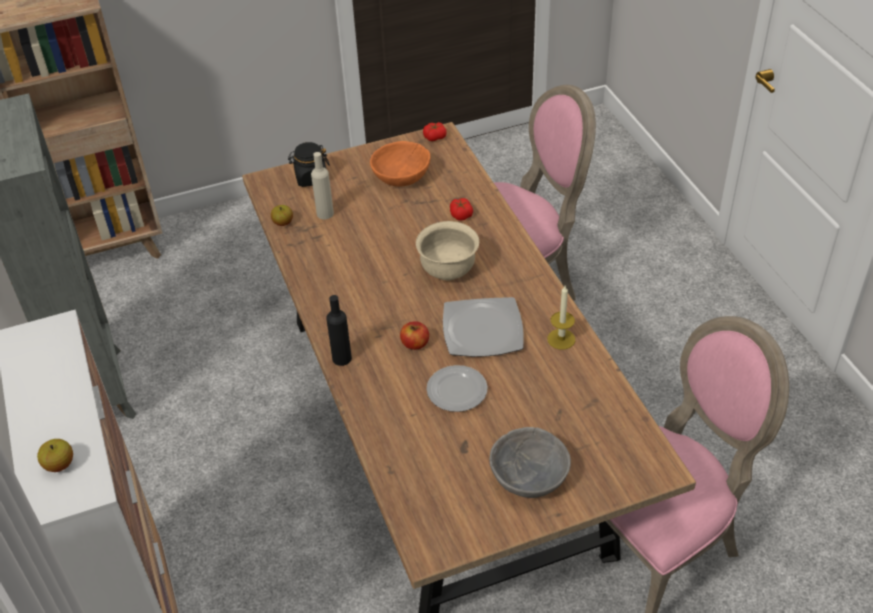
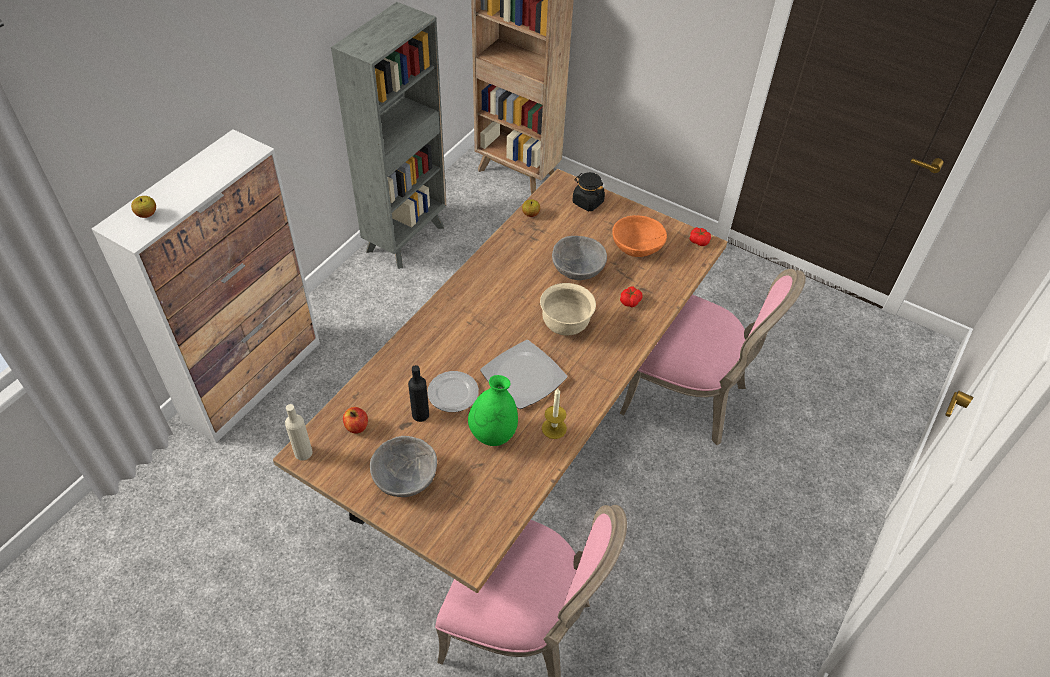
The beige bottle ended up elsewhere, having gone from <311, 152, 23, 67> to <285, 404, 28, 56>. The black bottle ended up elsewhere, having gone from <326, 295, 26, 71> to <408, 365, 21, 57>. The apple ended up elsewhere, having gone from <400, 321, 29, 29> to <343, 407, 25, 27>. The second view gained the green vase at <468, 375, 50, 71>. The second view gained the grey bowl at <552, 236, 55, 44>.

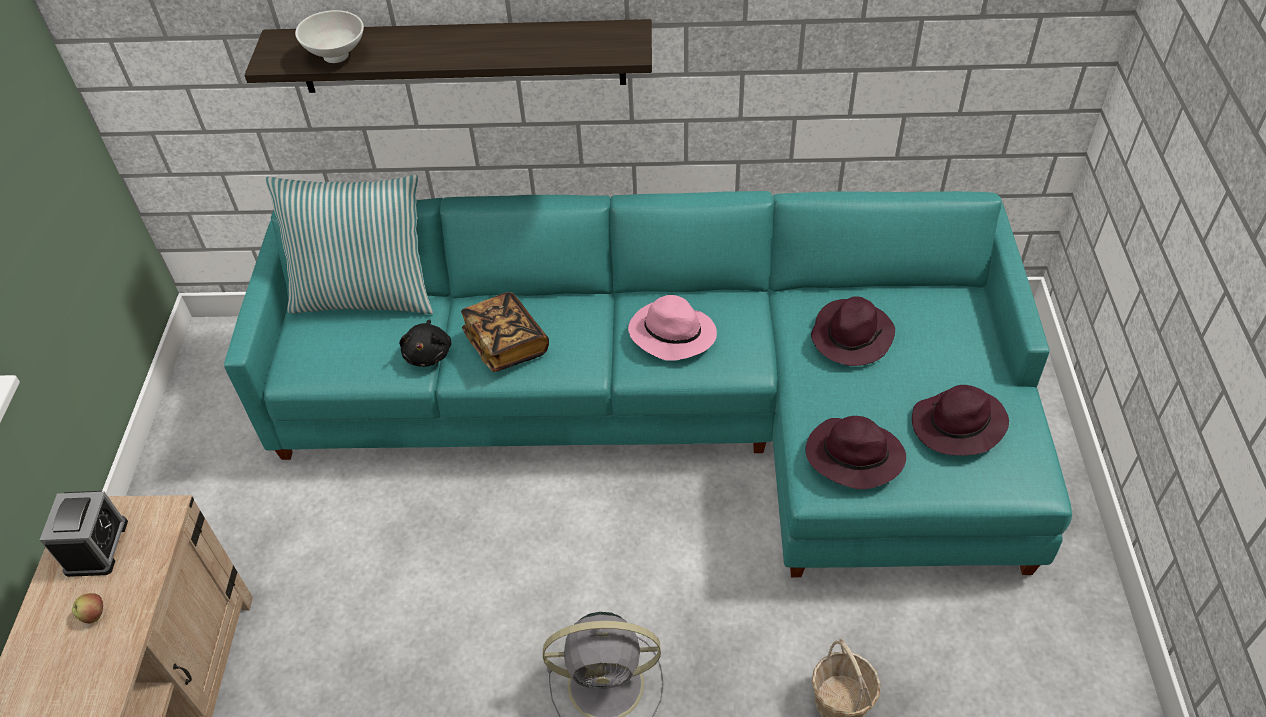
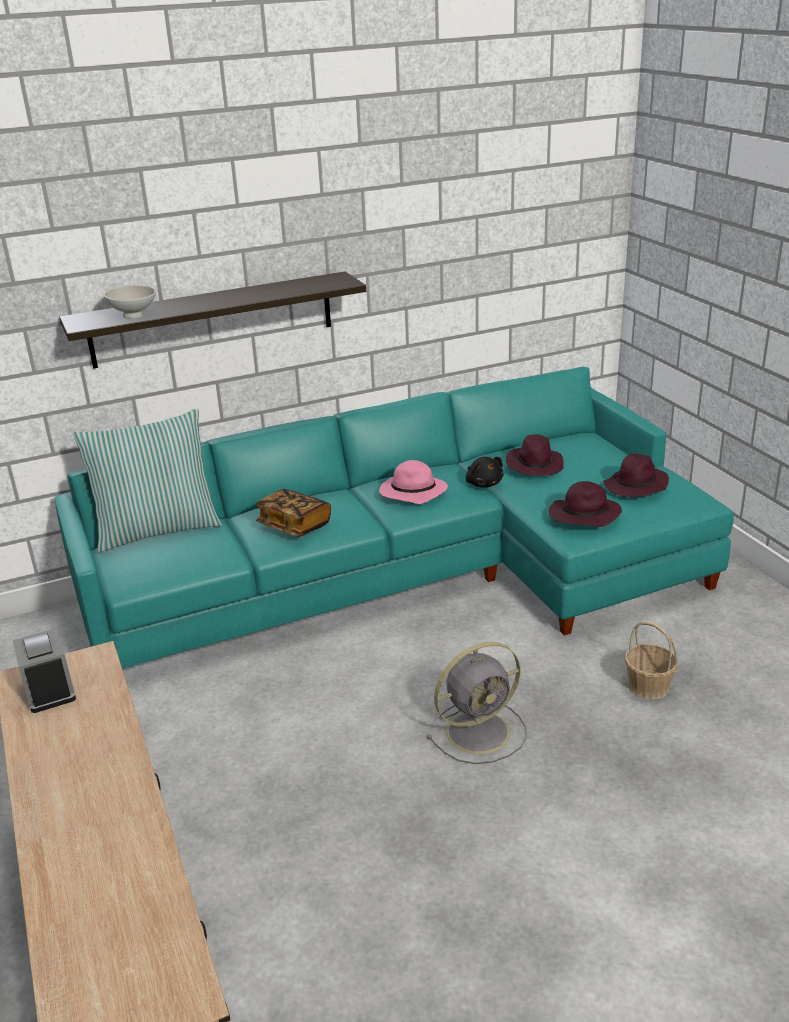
The second view lost the apple at <72, 593, 31, 30>. The black plush toy ended up elsewhere, having gone from <399, 319, 53, 48> to <465, 457, 39, 31>.

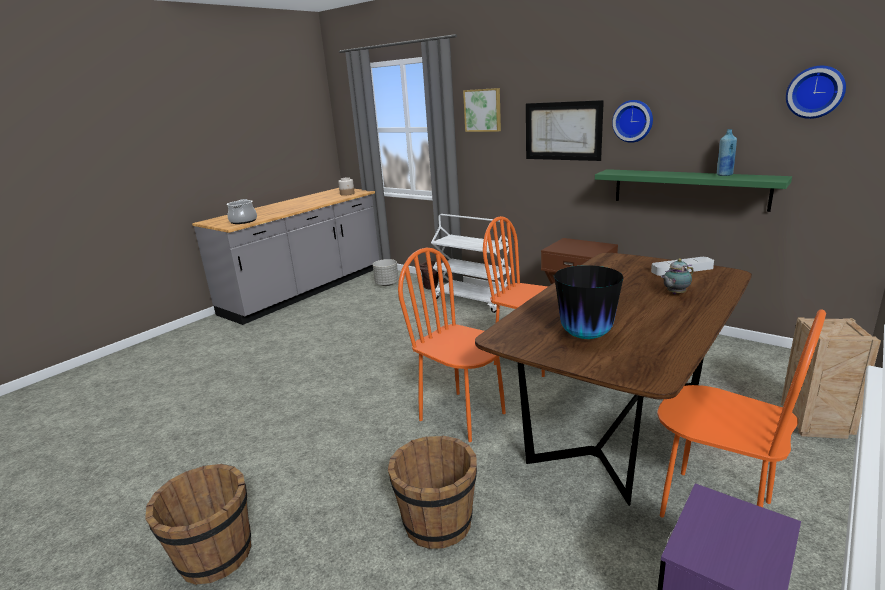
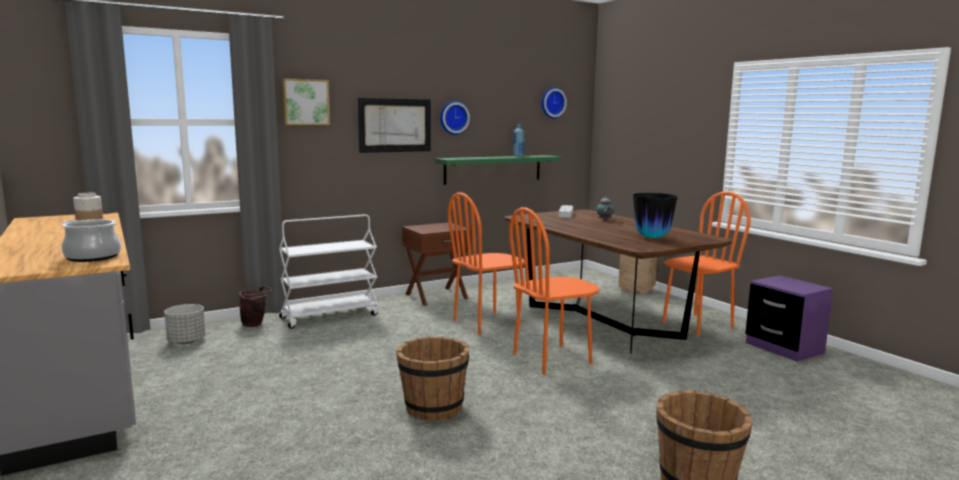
The brown bucket ended up elsewhere, having gone from <388, 436, 89, 113> to <396, 336, 73, 85>.

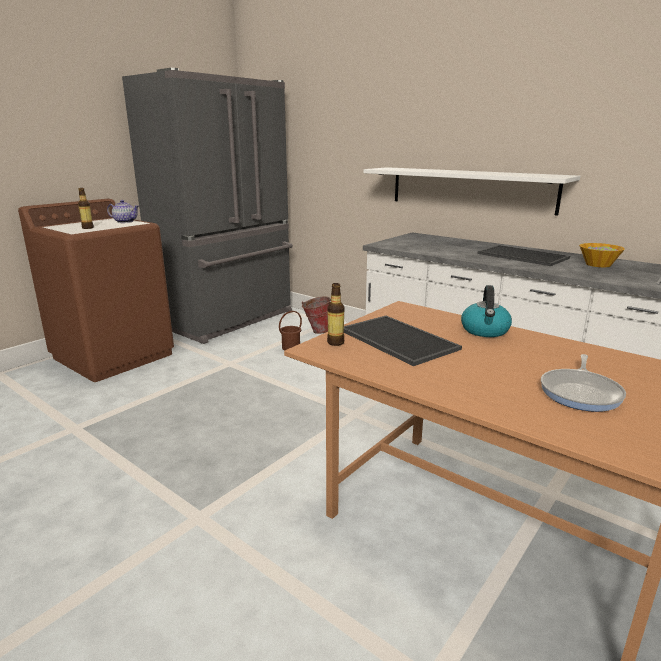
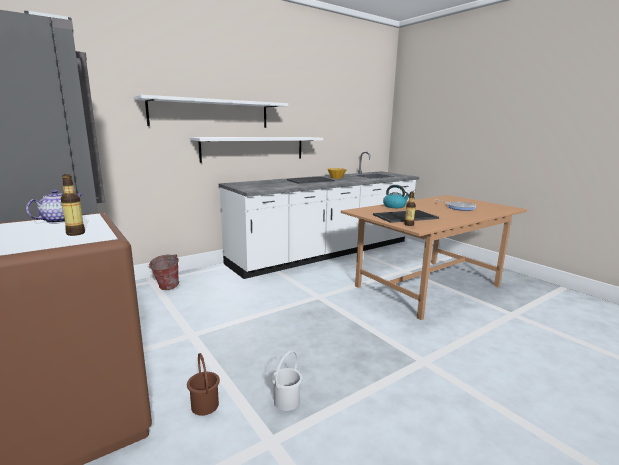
The brown bucket ended up elsewhere, having gone from <279, 311, 23, 39> to <187, 353, 33, 63>. The second view gained the white shelf at <133, 95, 155, 33>. The second view gained the white bucket at <271, 350, 31, 61>.

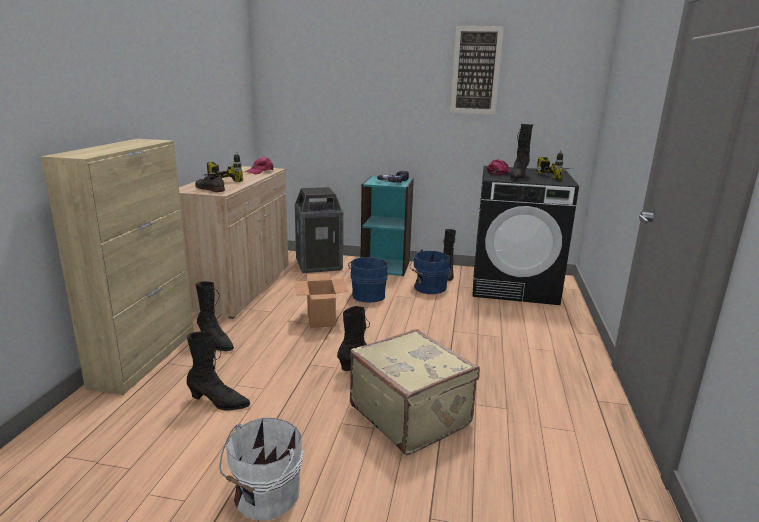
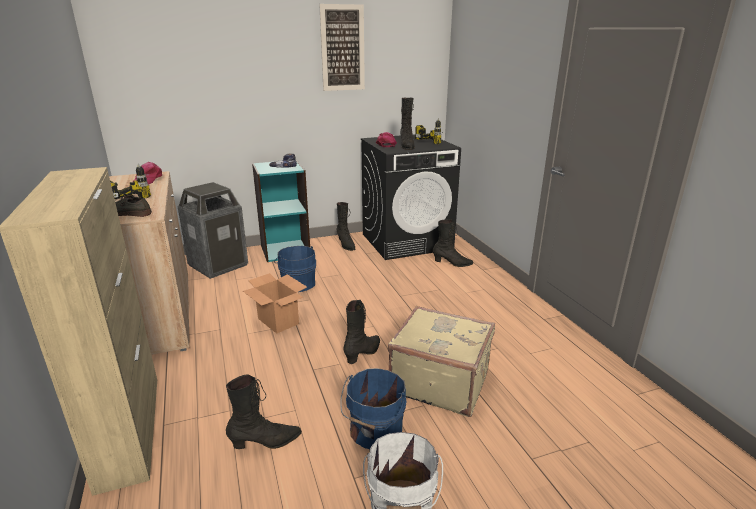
The black boot ended up elsewhere, having gone from <195, 281, 39, 70> to <433, 219, 40, 48>. The blue bucket ended up elsewhere, having gone from <410, 249, 40, 45> to <340, 368, 67, 81>.

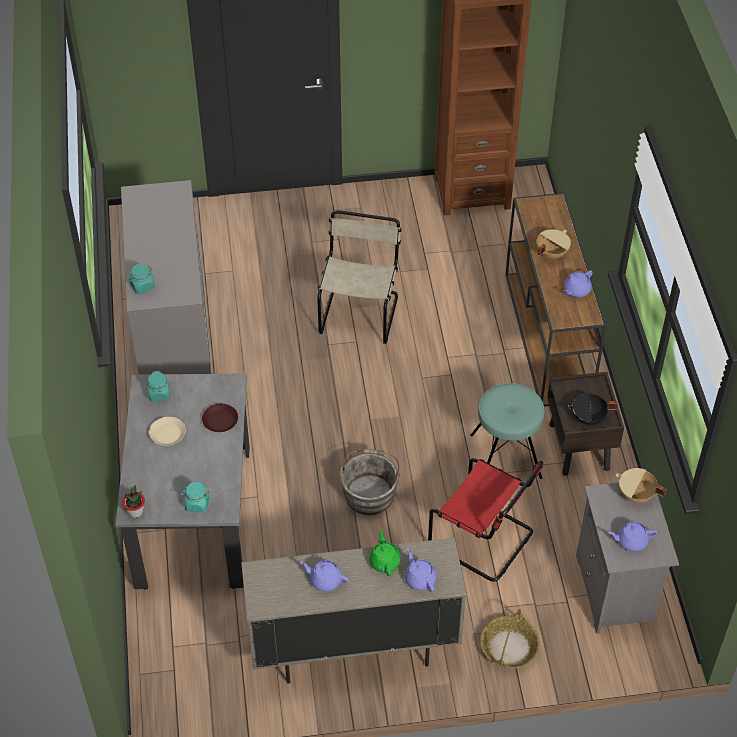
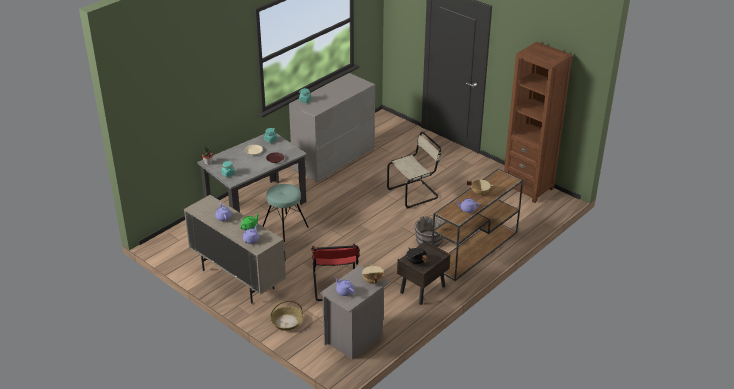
The grey bucket ended up elsewhere, having gone from <340, 449, 60, 66> to <414, 216, 31, 31>. The turquoise stool ended up elsewhere, having gone from <470, 383, 74, 96> to <263, 184, 46, 58>.

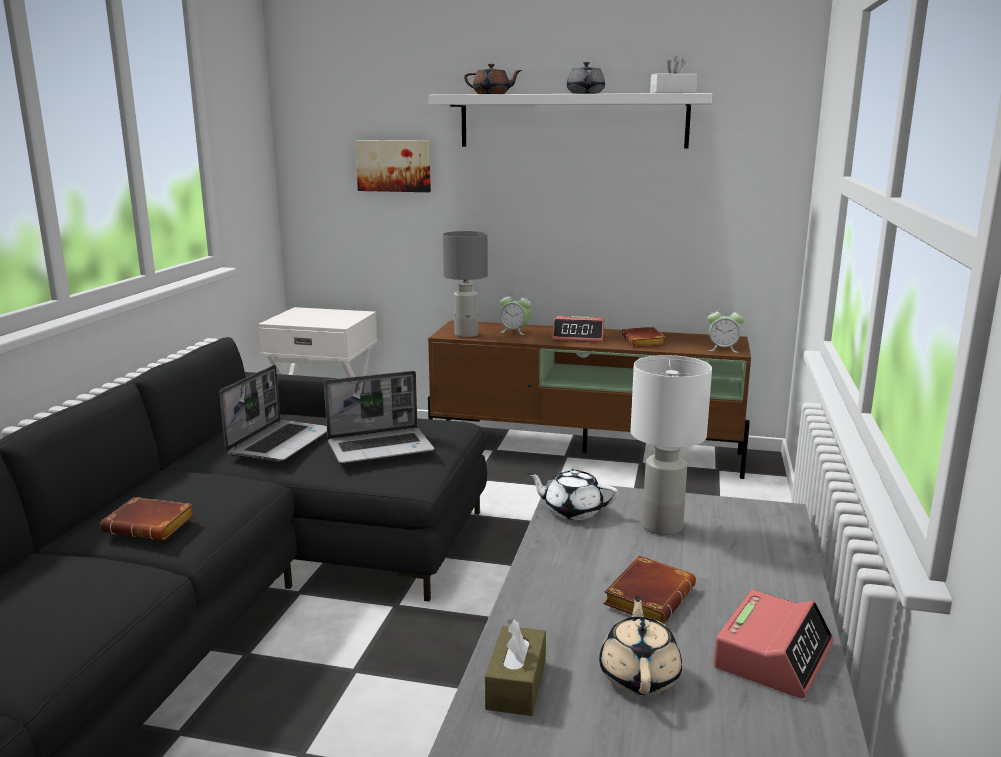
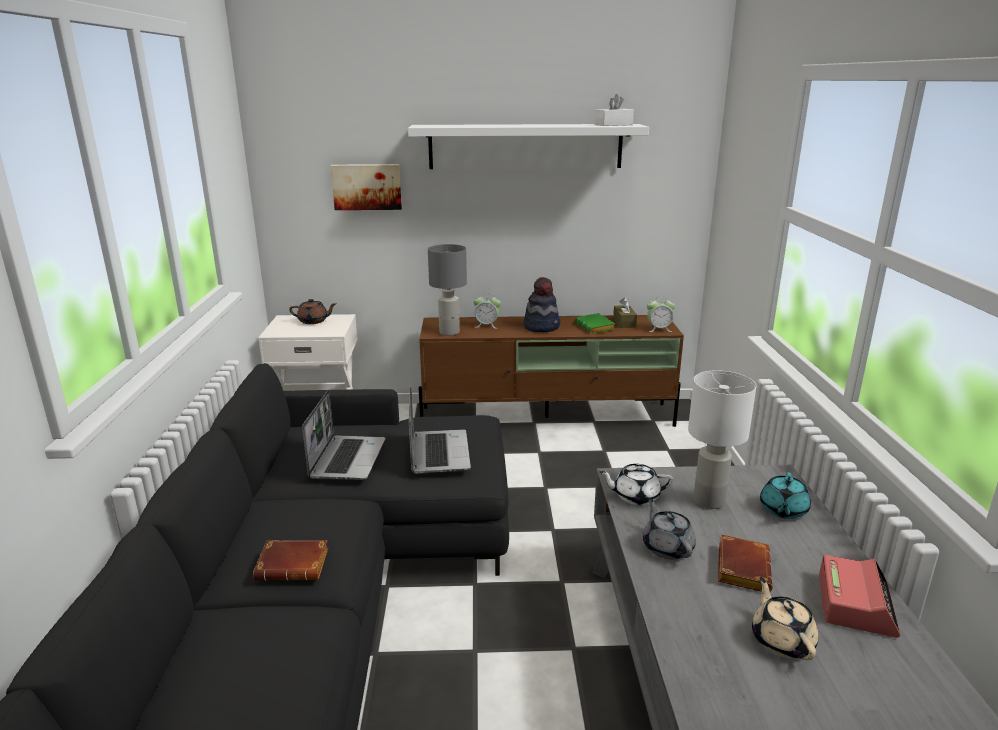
The laptop at <324, 371, 110, 92> ended up facing another way, 60 degrees counterclockwise from before. The brown teapot ended up elsewhere, having gone from <464, 64, 58, 30> to <289, 299, 48, 25>. The brown tissue box ended up elsewhere, having gone from <485, 618, 61, 98> to <613, 297, 24, 31>. Where the alarm clock stood at <552, 316, 52, 26>, the hat came to stand at <523, 277, 37, 55>. The grey teapot ended up elsewhere, having gone from <567, 62, 38, 32> to <643, 498, 53, 61>. What was the brown book at <622, 327, 43, 20> turned into the green book at <575, 313, 40, 21>. The second view gained the turquoise teapot at <760, 472, 51, 47>.

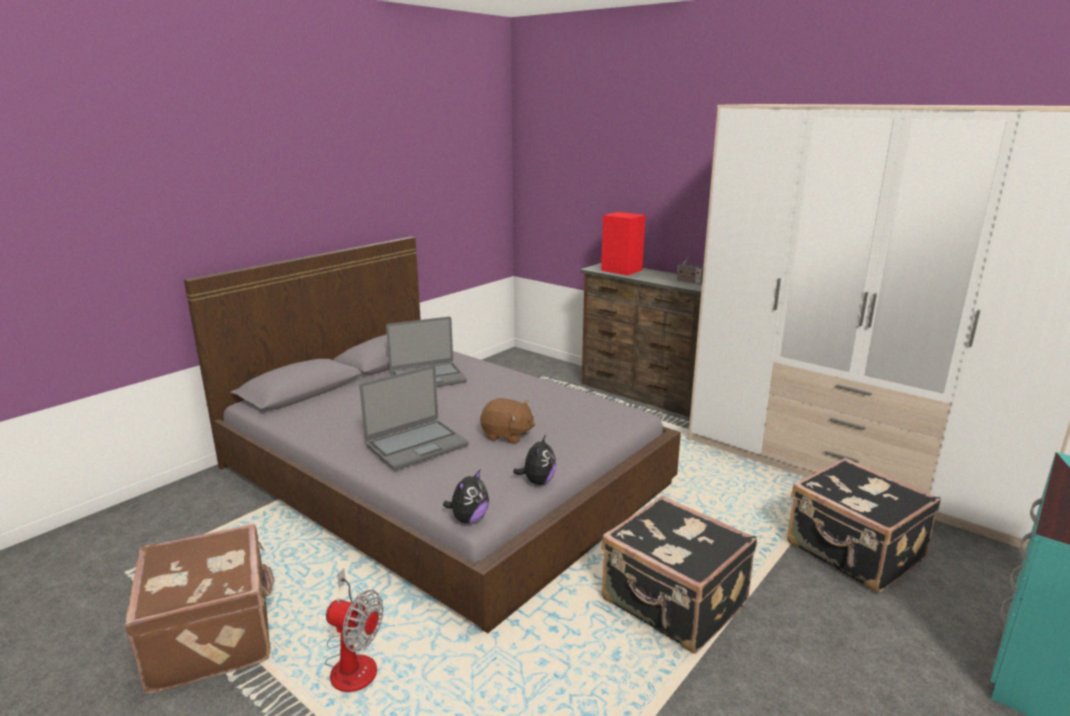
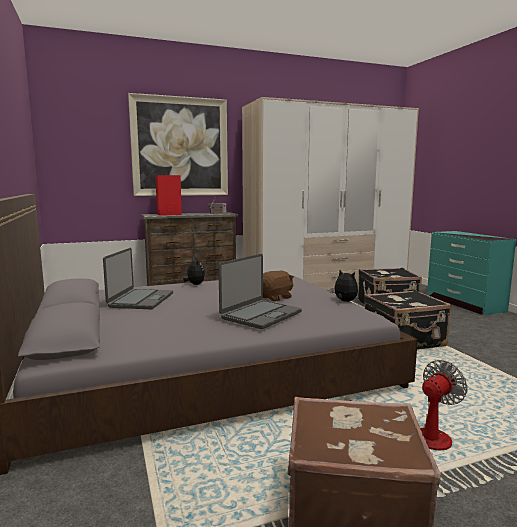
The laptop at <360, 365, 109, 105> ended up facing another way, 45 degrees clockwise from before. The plush toy ended up elsewhere, having gone from <443, 470, 46, 53> to <183, 258, 22, 27>. The second view gained the picture at <128, 93, 100, 103>.

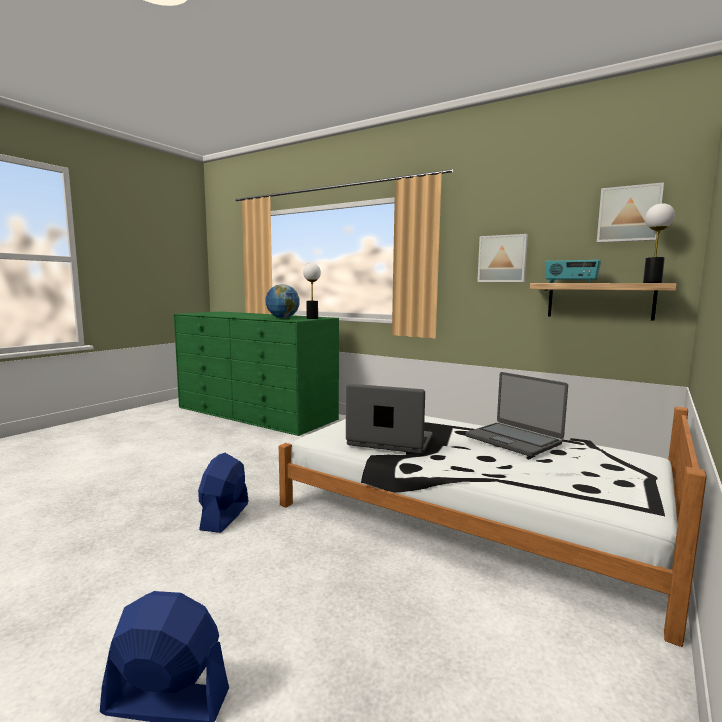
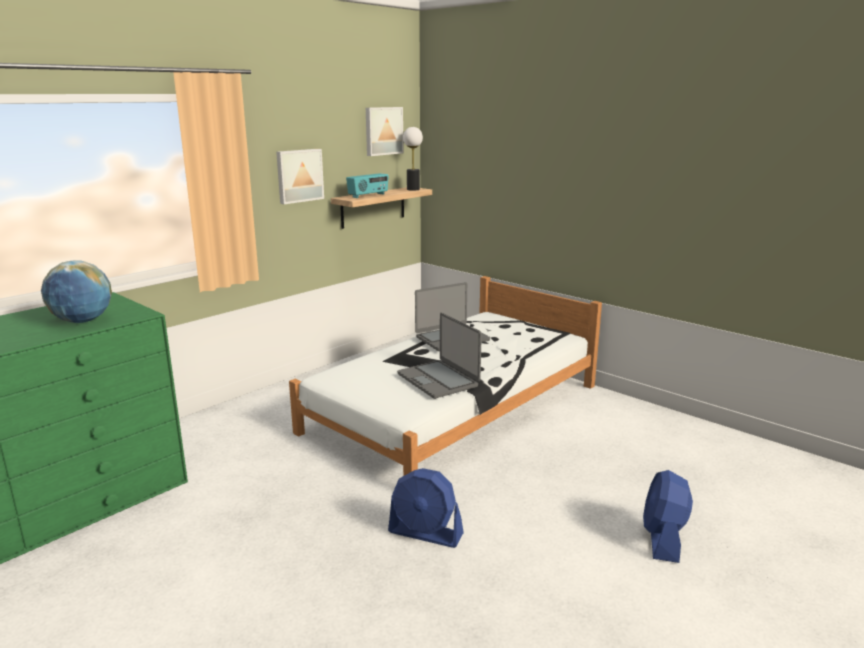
The second view lost the table lamp at <303, 263, 18, 56>. The laptop at <346, 384, 86, 70> ended up facing another way, 60 degrees counterclockwise from before.

